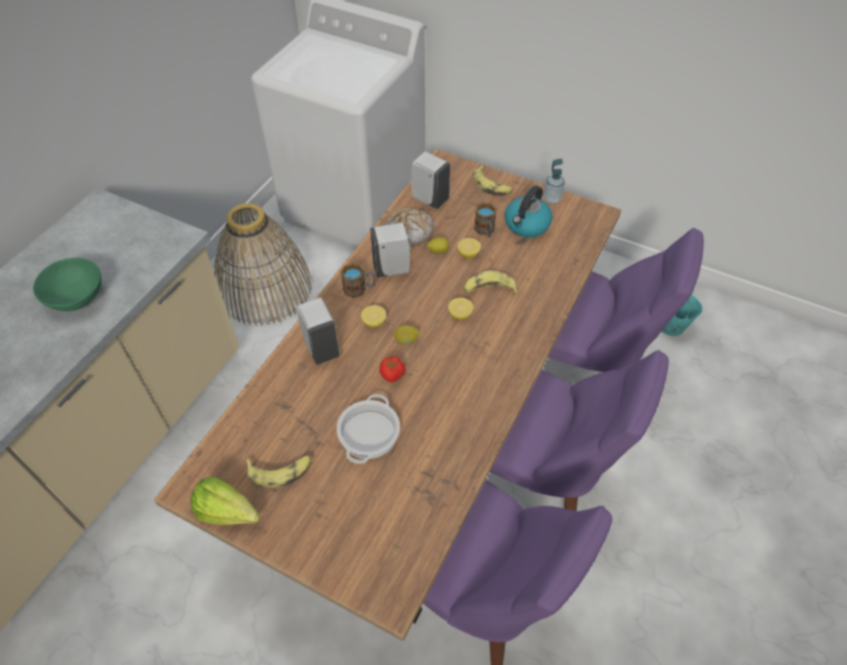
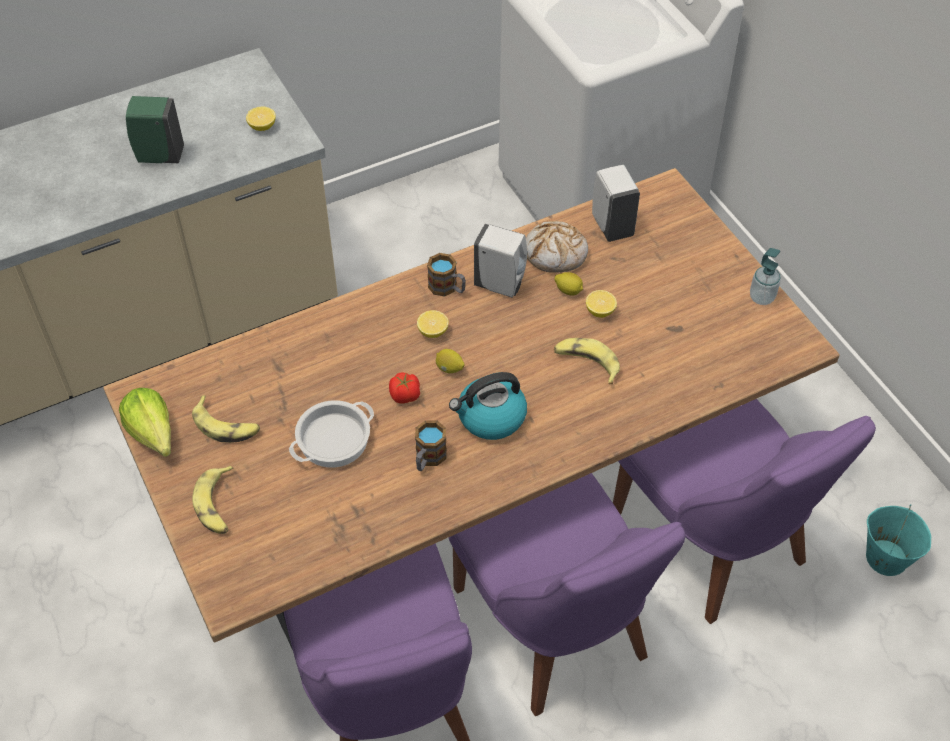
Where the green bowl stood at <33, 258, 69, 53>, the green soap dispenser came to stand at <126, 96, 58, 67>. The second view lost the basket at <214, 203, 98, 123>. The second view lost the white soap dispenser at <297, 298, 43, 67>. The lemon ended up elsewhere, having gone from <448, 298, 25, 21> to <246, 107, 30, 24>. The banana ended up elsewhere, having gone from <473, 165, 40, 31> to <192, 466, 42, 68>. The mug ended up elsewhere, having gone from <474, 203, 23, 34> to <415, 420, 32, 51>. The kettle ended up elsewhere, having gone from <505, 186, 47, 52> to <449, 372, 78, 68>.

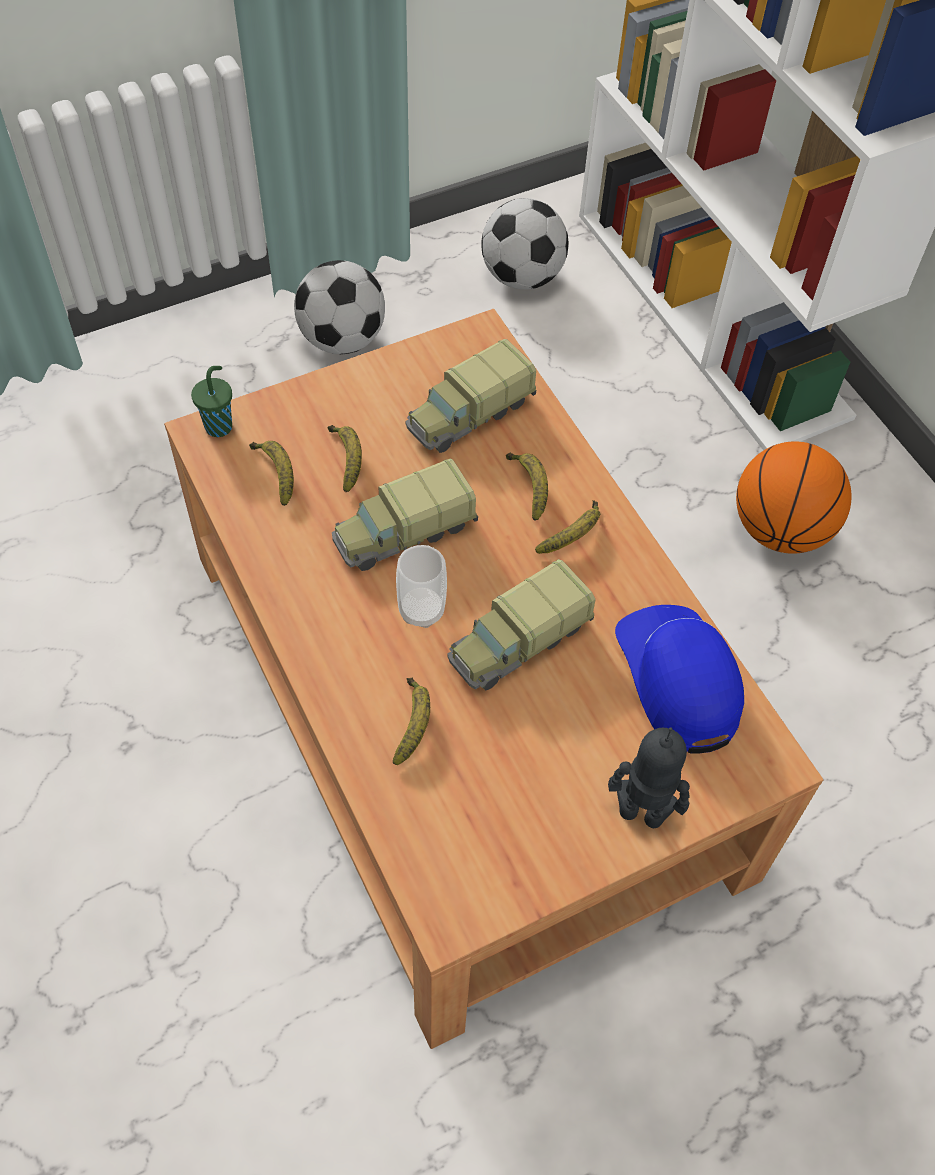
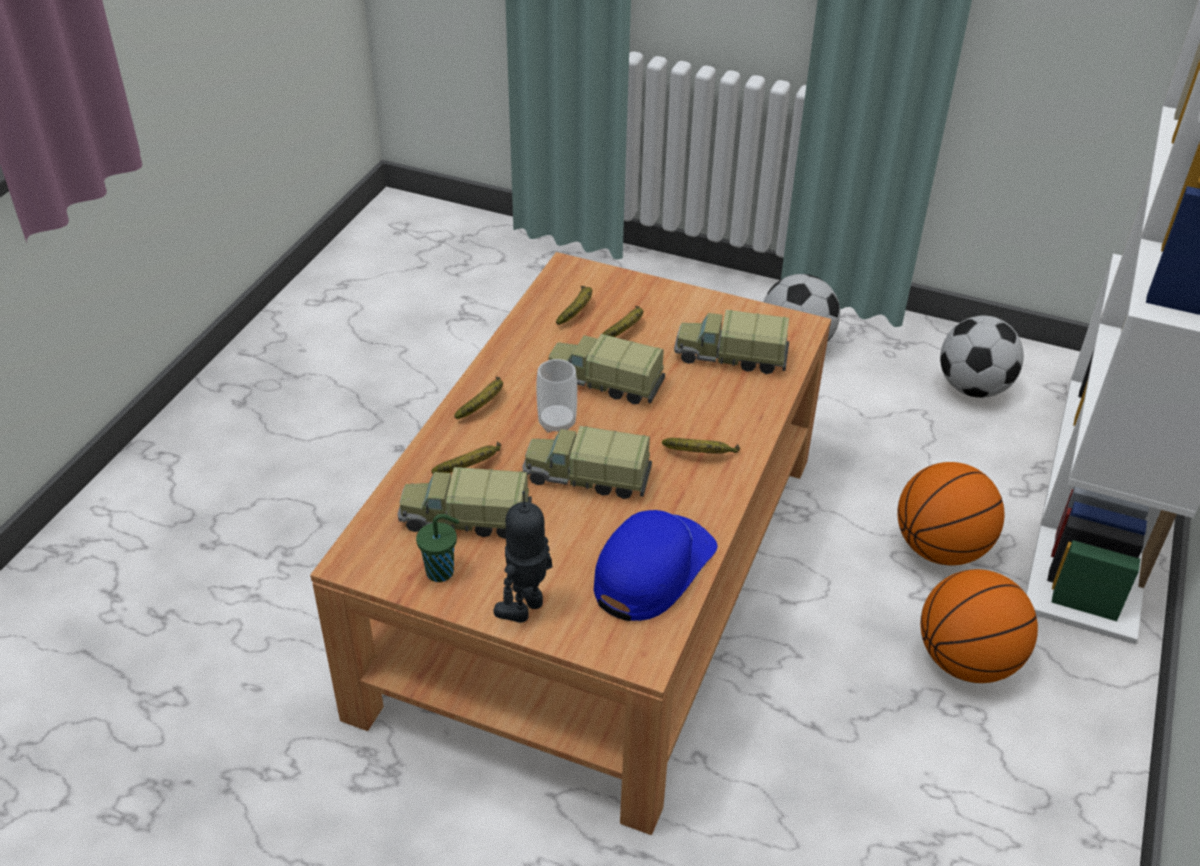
The green cup ended up elsewhere, having gone from <191, 366, 41, 71> to <416, 514, 43, 68>. The banana ended up elsewhere, having gone from <506, 452, 42, 69> to <454, 376, 49, 43>. The toy robot at <608, 728, 82, 100> ended up facing another way, 120 degrees counterclockwise from before. The second view gained the toy truck at <398, 467, 134, 72>. The second view gained the basketball at <897, 462, 107, 104>.

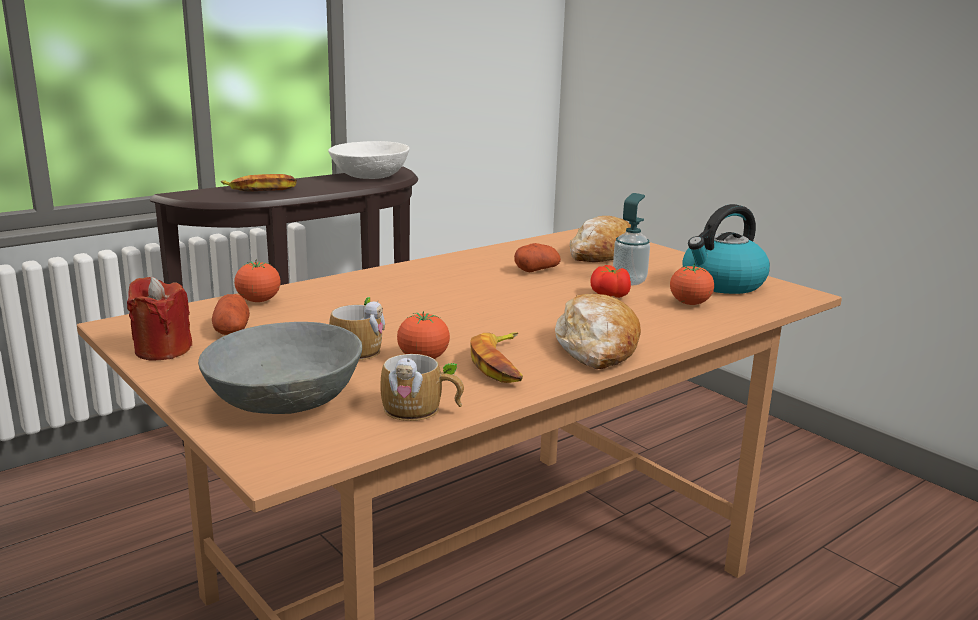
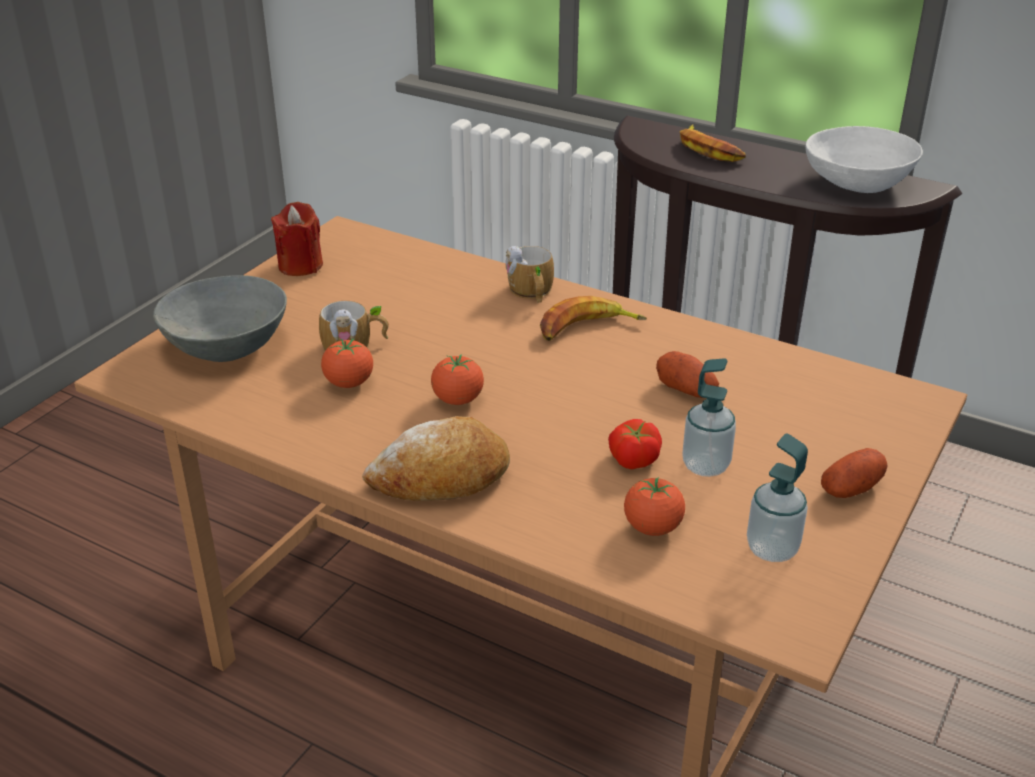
The potato ended up elsewhere, having gone from <212, 294, 38, 41> to <821, 448, 67, 50>. The tomato ended up elsewhere, having gone from <234, 259, 47, 43> to <431, 354, 53, 51>. The mug ended up elsewhere, having gone from <380, 354, 84, 67> to <506, 246, 48, 57>. The banana ended up elsewhere, having gone from <470, 332, 53, 51> to <540, 296, 107, 45>. The second view lost the bread at <570, 216, 61, 46>. Where the kettle stood at <682, 204, 88, 90>, the soap dispenser came to stand at <747, 433, 61, 129>.

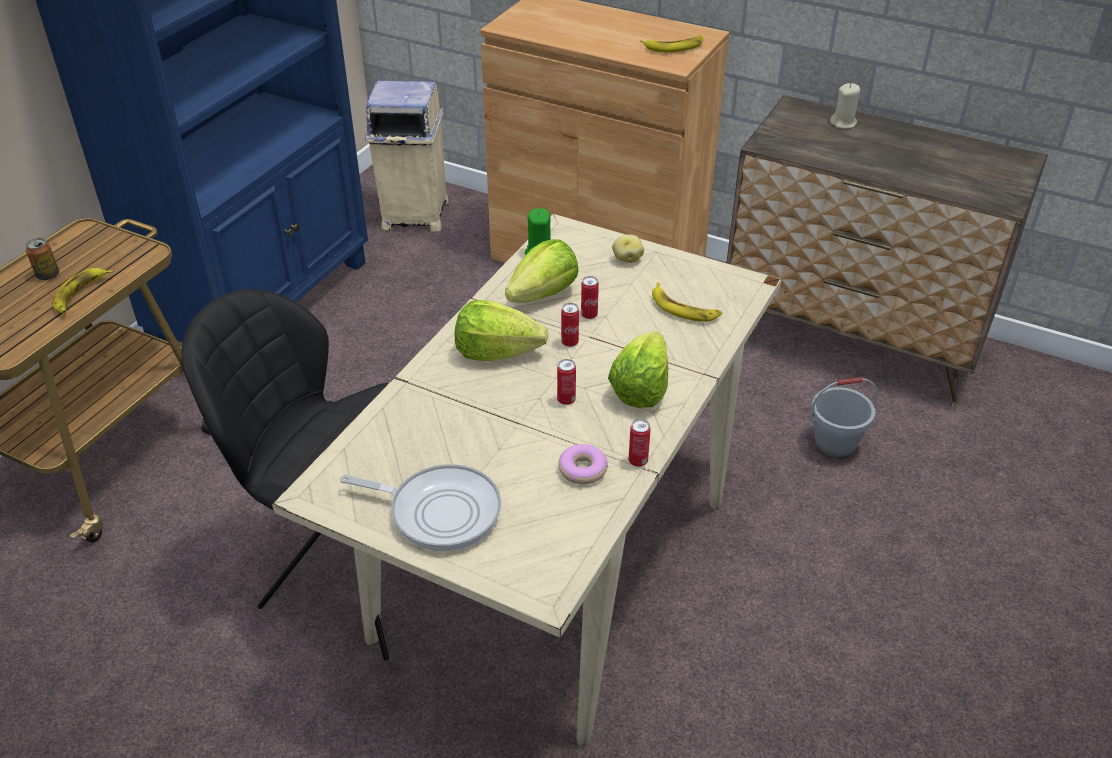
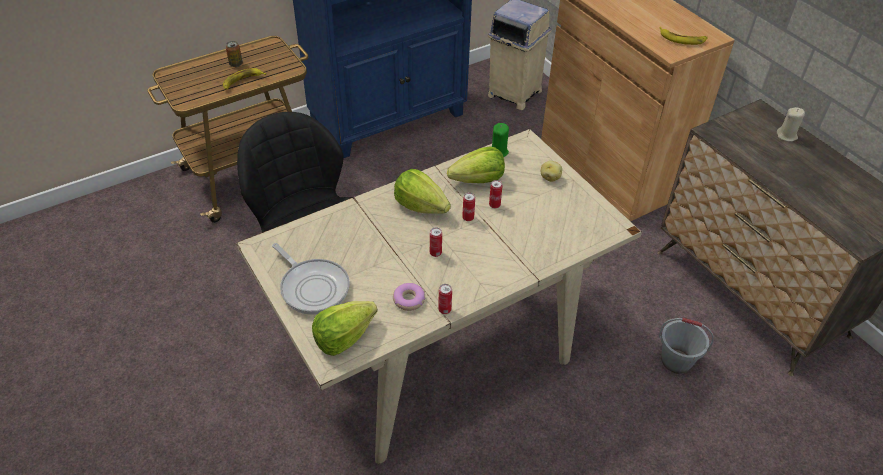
The lettuce ended up elsewhere, having gone from <608, 331, 60, 77> to <312, 301, 66, 55>. The second view lost the banana at <652, 283, 70, 39>.

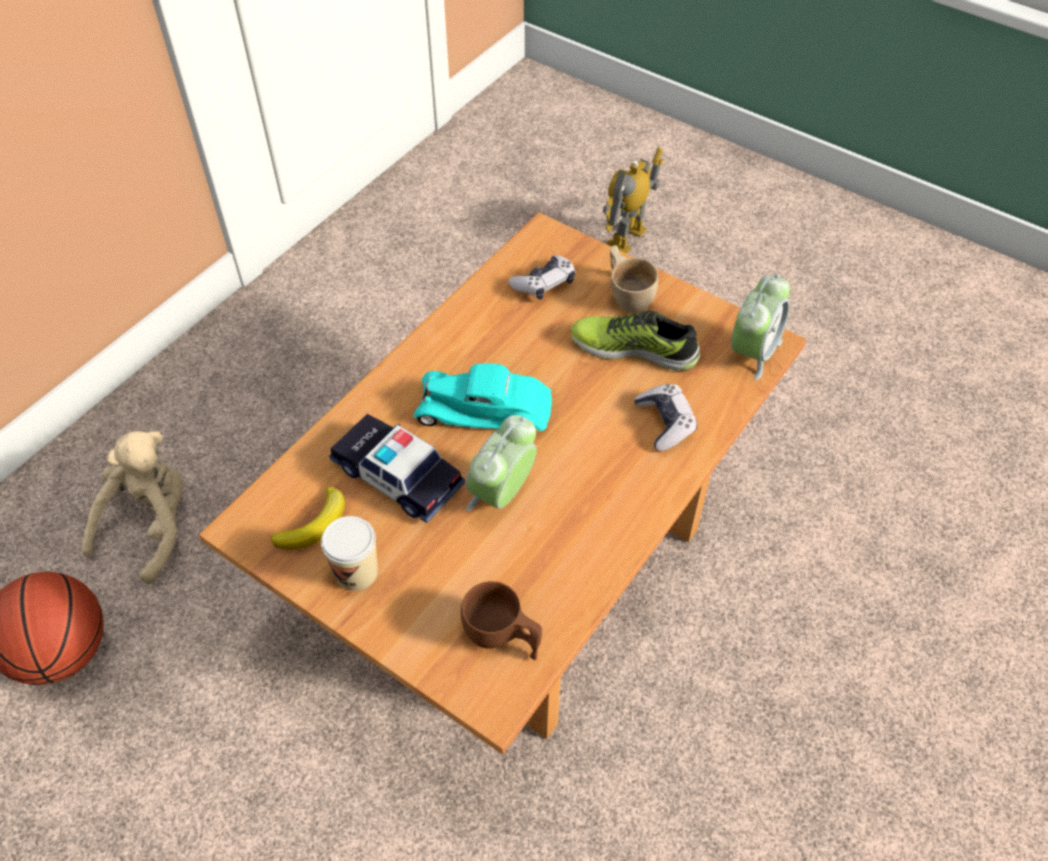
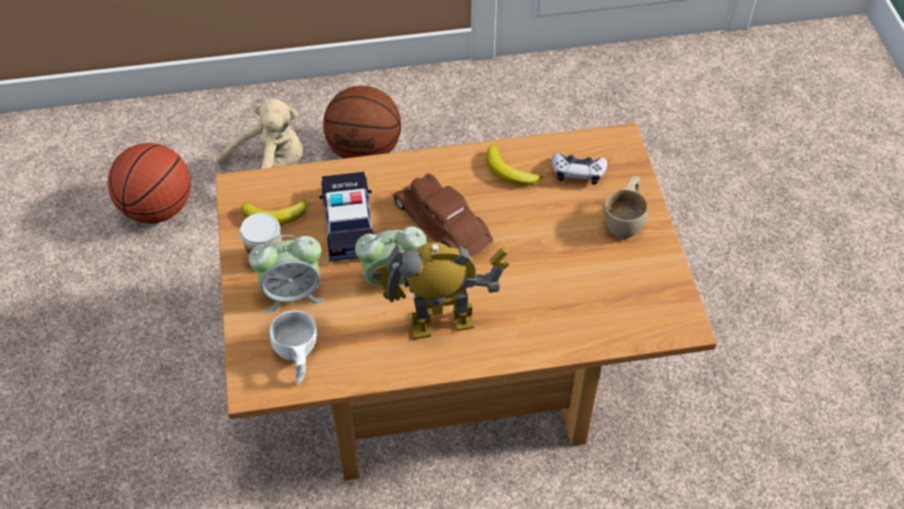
What was the turquoise toy car at <414, 363, 138, 68> turned into the brown toy car at <393, 174, 100, 83>. What was the brown cup at <461, 581, 81, 79> turned into the white cup at <270, 311, 47, 73>. The second view lost the shoe at <571, 310, 129, 61>. The toy robot ended up elsewhere, having gone from <603, 147, 61, 107> to <371, 242, 139, 98>. The second view lost the game controller at <634, 384, 63, 67>. The alarm clock ended up elsewhere, having gone from <731, 274, 59, 106> to <249, 235, 75, 77>. The second view gained the basketball at <323, 86, 78, 73>. The second view gained the banana at <486, 145, 56, 41>.

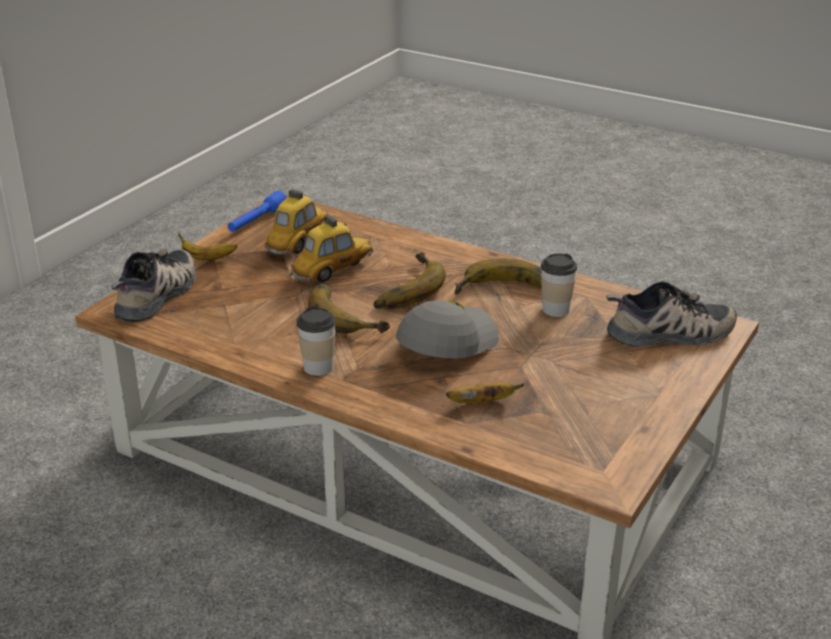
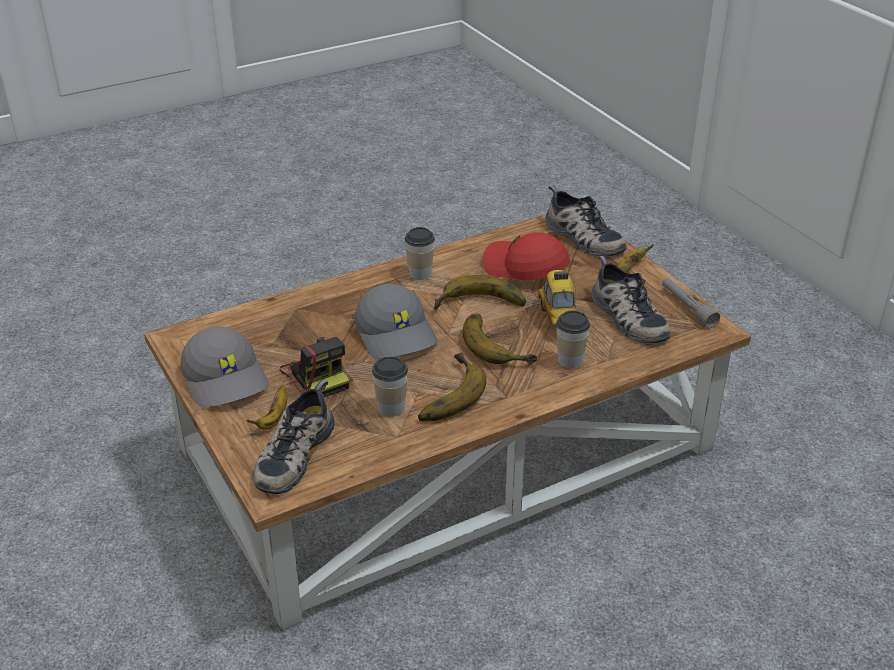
What was the blue flashlight at <228, 191, 59, 41> turned into the grey flashlight at <662, 278, 58, 50>. Where the toy car stood at <265, 189, 63, 65>, the shoe came to stand at <592, 256, 79, 89>. The banana ended up elsewhere, having gone from <446, 383, 78, 20> to <247, 385, 40, 45>. The second view gained the grey cap at <180, 326, 89, 82>. The second view gained the photo camera at <280, 337, 69, 60>. The second view gained the red cap at <483, 232, 87, 48>. The second view gained the cup at <556, 310, 34, 59>.

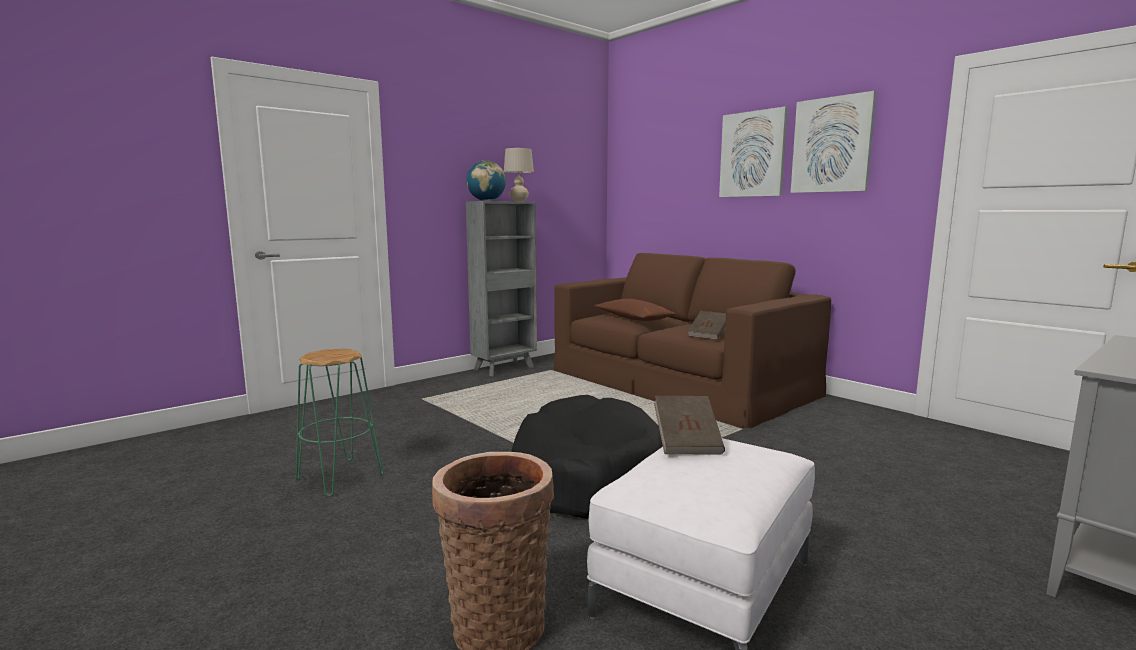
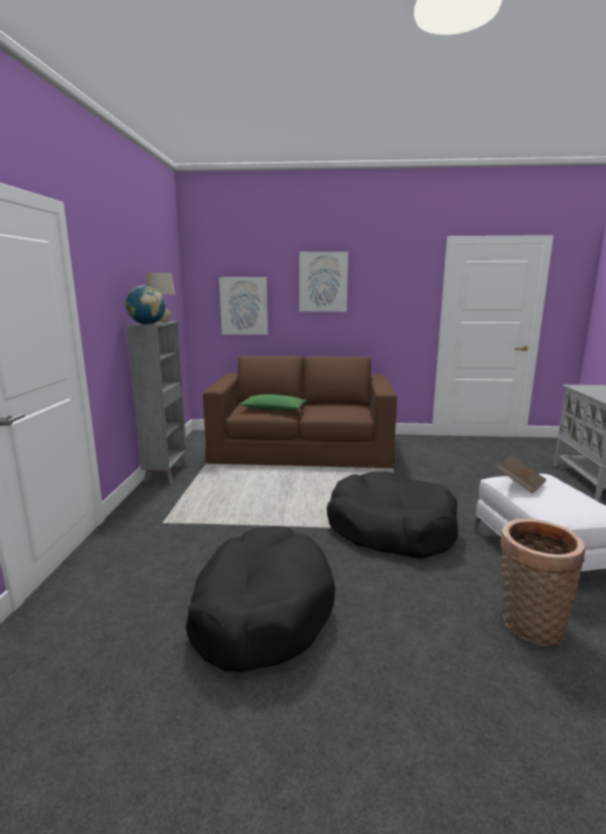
Where the green stool stood at <296, 349, 87, 147>, the black dog bed came to stand at <186, 526, 149, 146>. What was the brown pillow at <594, 299, 82, 22> turned into the green pillow at <238, 394, 69, 16>. The second view lost the brown book at <688, 311, 38, 29>. The picture ended up elsewhere, having gone from <791, 91, 85, 102> to <219, 277, 49, 58>.

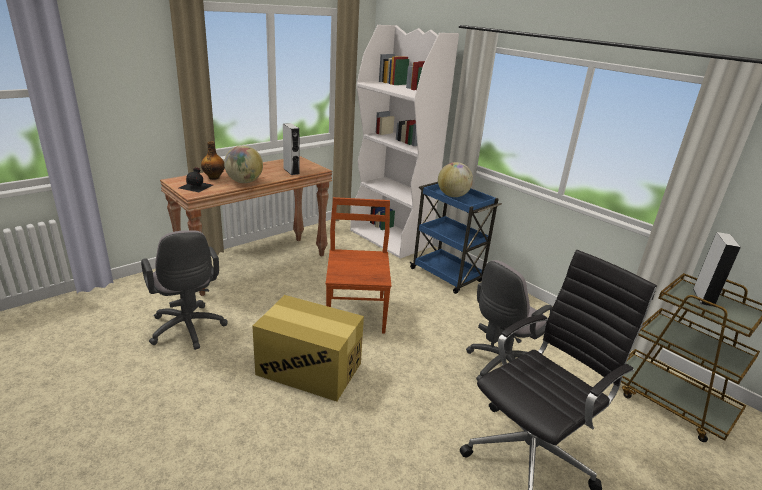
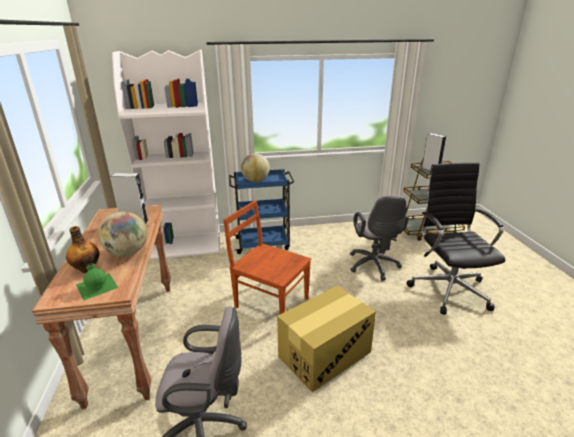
What was the black bottle at <179, 167, 34, 25> turned into the green bottle at <76, 263, 43, 38>.

